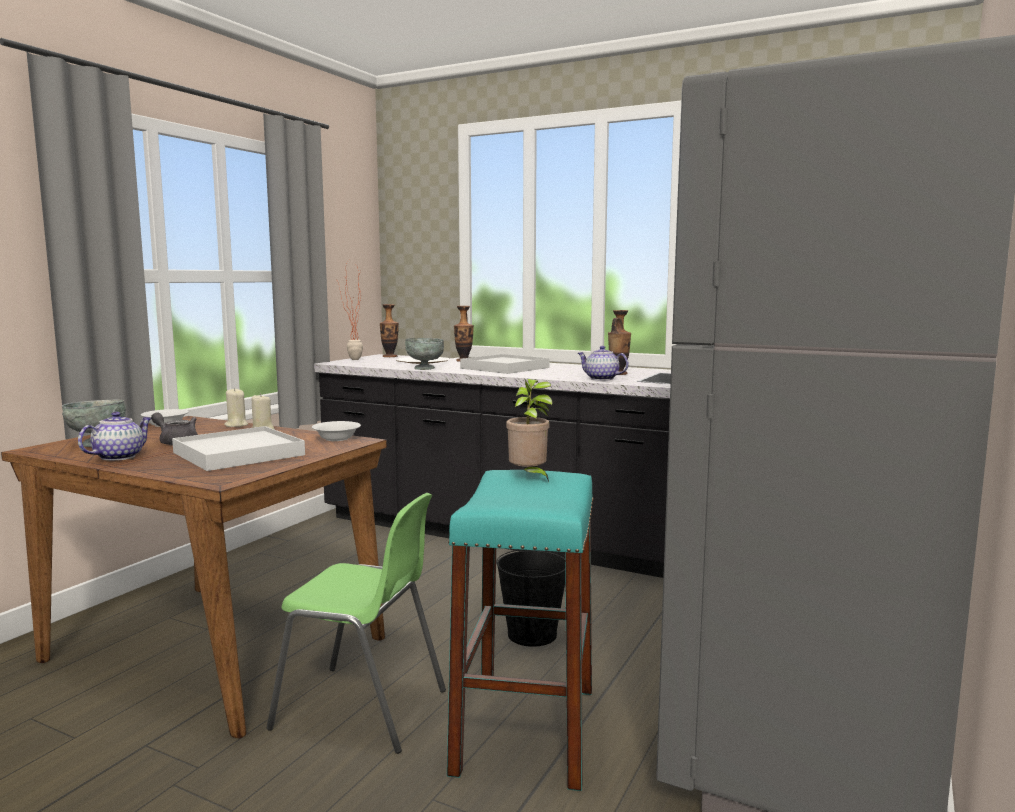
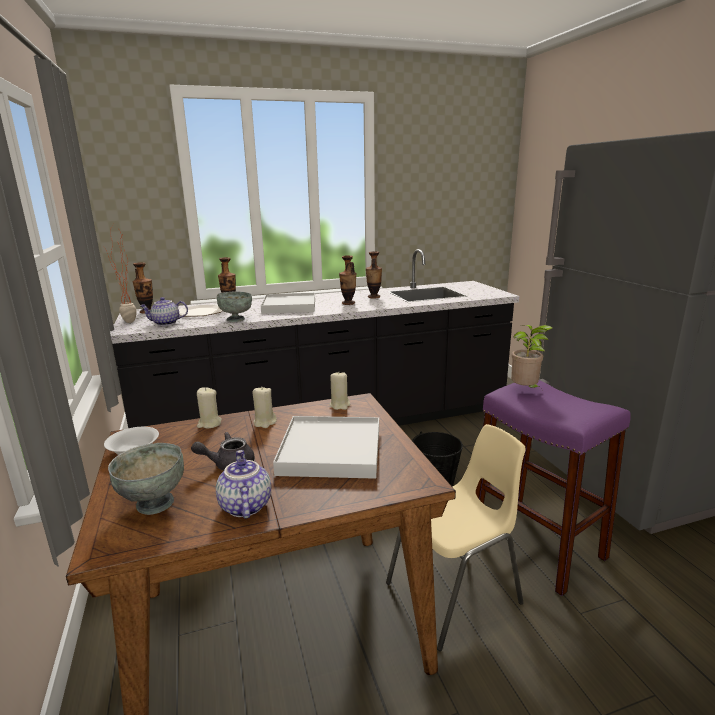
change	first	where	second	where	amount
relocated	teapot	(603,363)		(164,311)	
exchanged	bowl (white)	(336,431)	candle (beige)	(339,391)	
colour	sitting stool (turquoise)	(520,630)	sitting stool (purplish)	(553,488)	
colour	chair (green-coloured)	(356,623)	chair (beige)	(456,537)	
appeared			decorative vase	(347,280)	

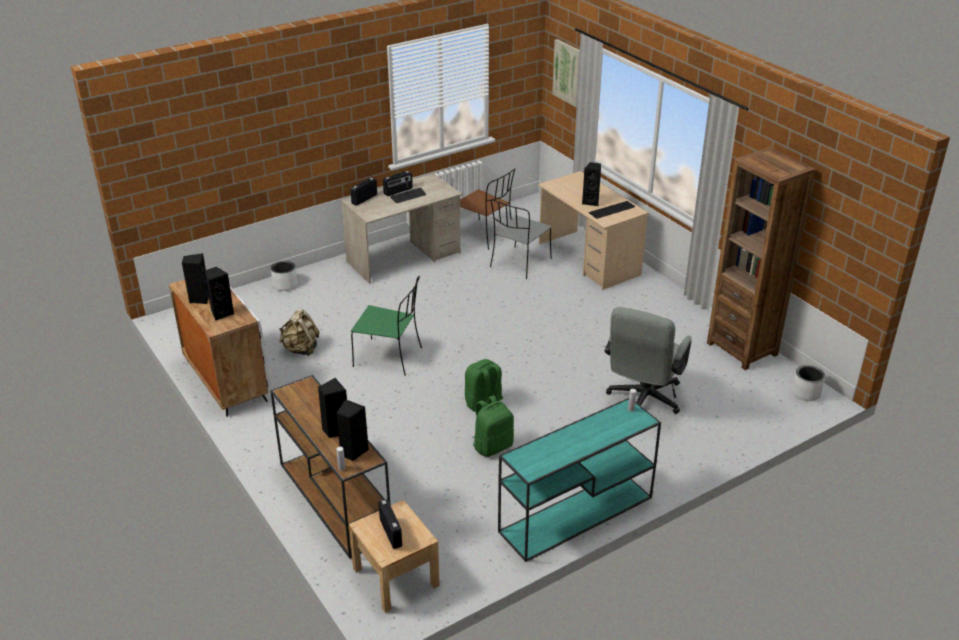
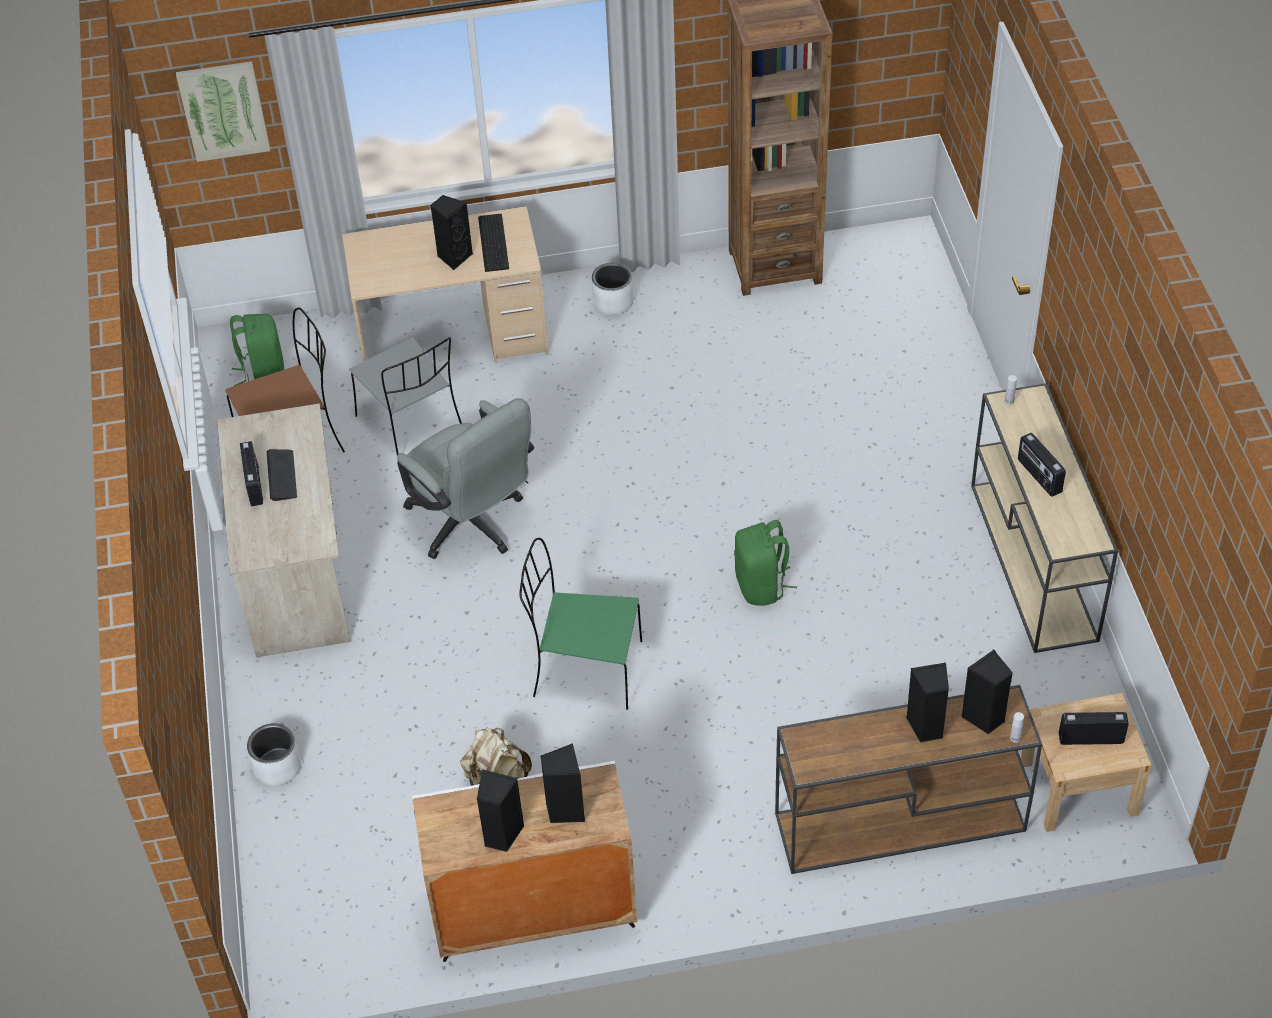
change	first	where	second	where	amount
relocated	radio set	(363,191)		(1042,465)	
spun	chair (green-coloured)	(386,326)		(580,624)	120 degrees counterclockwise
relocated	office chair (greyish)	(648,360)		(465,478)	
relocated	plant pot (white)	(808,383)		(613,289)	
relocated	knapsack (green-coloured)	(493,426)		(257,350)	
colour	hall table (turquoise)	(579,480)	hall table (beige)	(1044,518)	

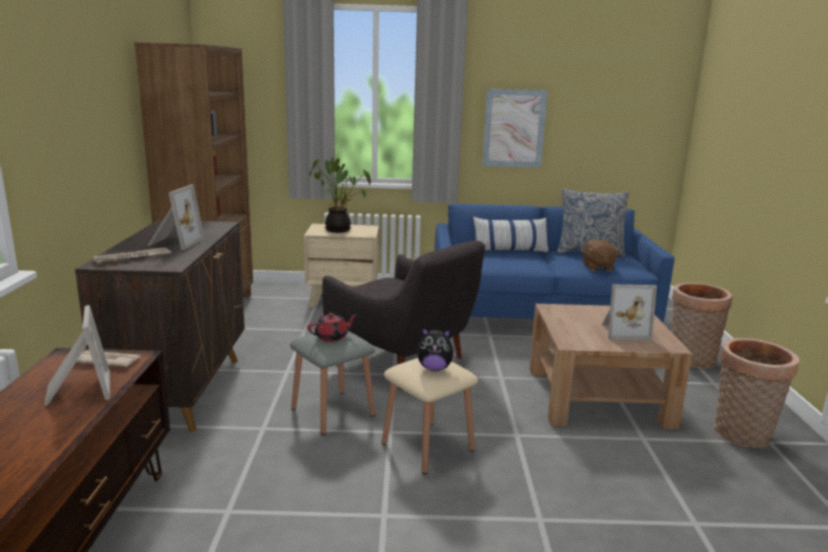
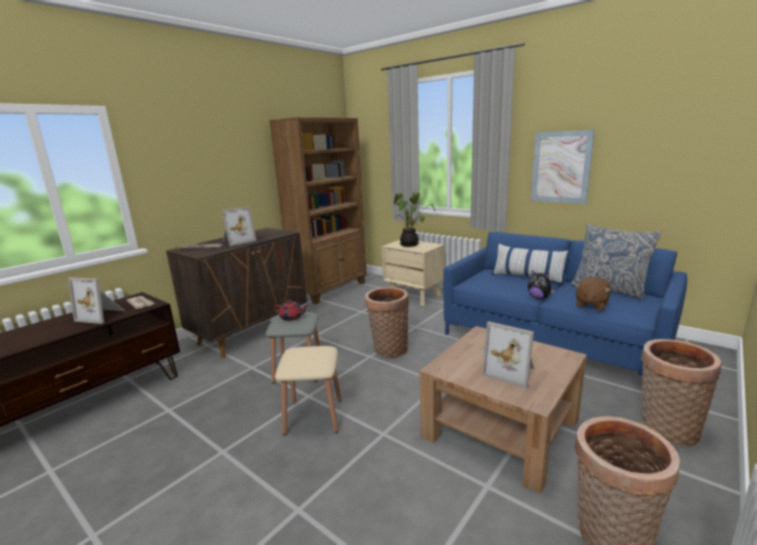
change	first	where	second	where	amount
exchanged	lounge chair (greyish)	(403,315)	basket	(387,322)	
spun	picture frame	(77,355)		(97,300)	90 degrees clockwise
relocated	cuddly toy	(437,349)		(541,284)	

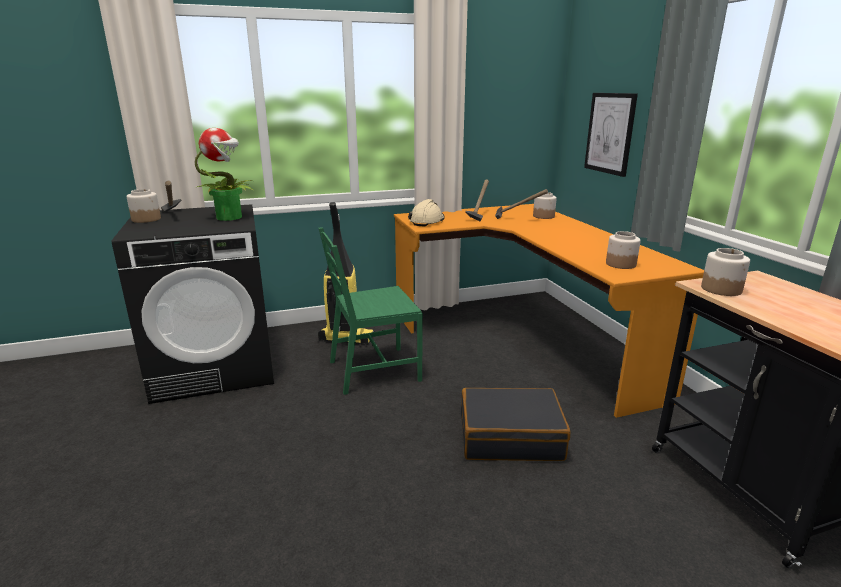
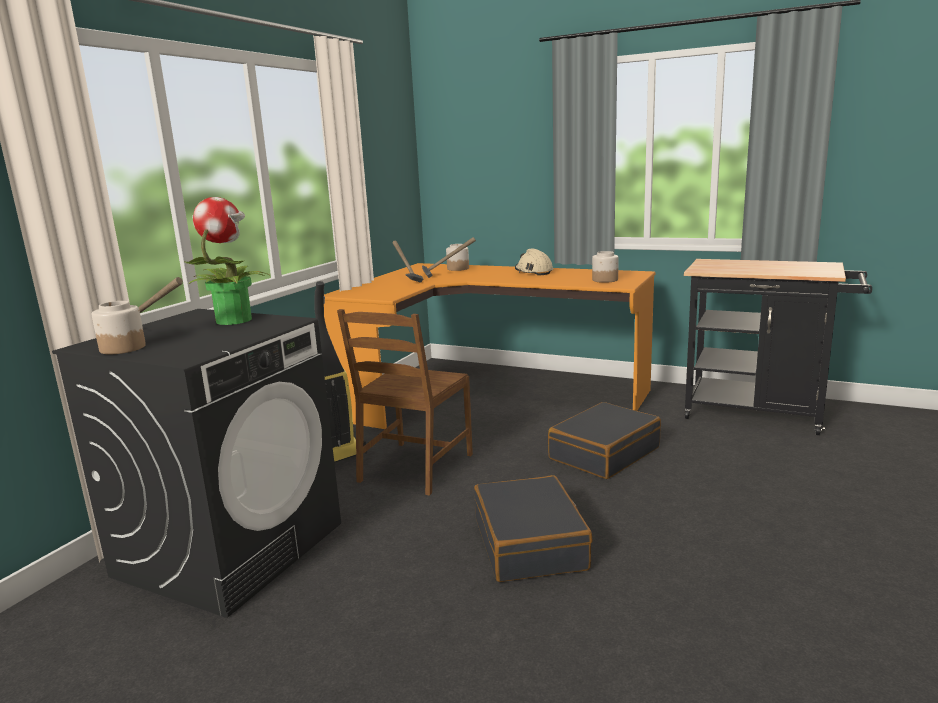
change	first	where	second	where	amount
missing	wall picture	(611,135)			
relocated	work helmet (beige)	(426,212)		(534,262)	
colour	chair (green-coloured)	(371,311)	chair (brown-coloured)	(405,402)	
missing	jar	(725,272)			
appeared			suitcase (blackish)	(533,528)	

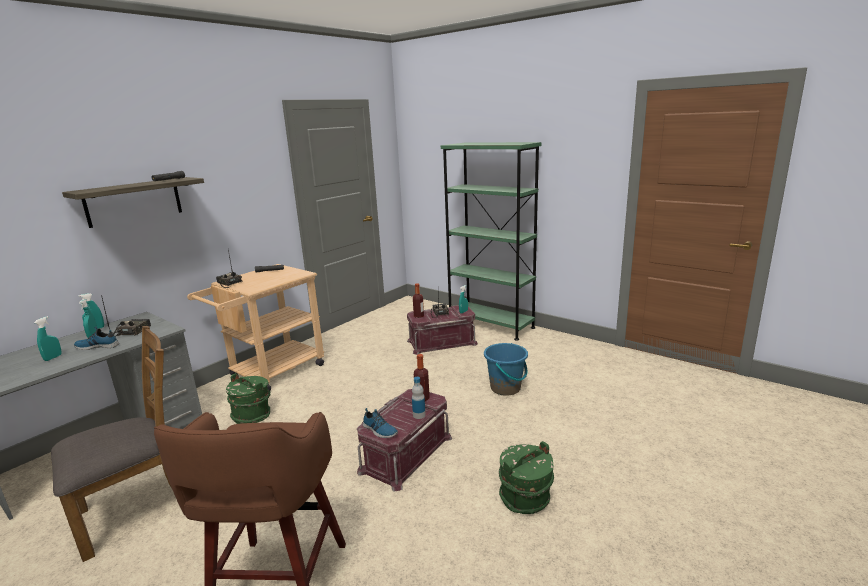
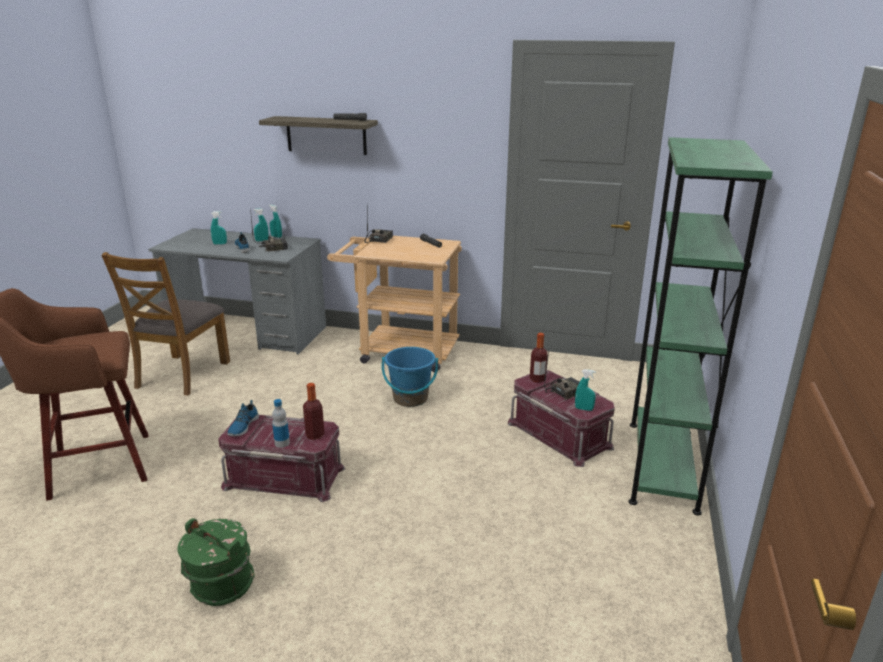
change	first	where	second	where	amount
spun	chair (brown-coloured)	(111,444)		(165,324)	75 degrees clockwise
relocated	bucket (blue)	(506,369)		(410,377)	
missing	bucket (green-coloured)	(248,398)			

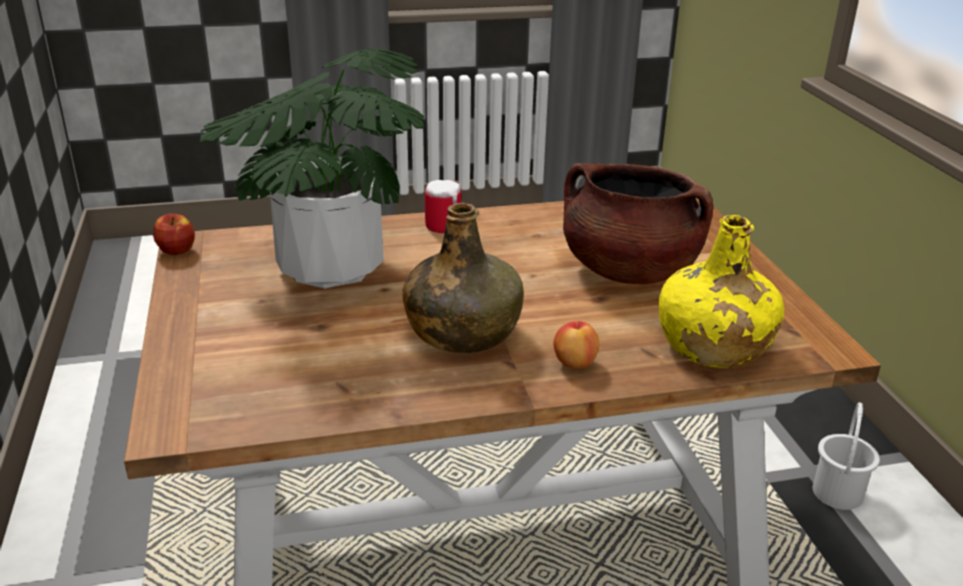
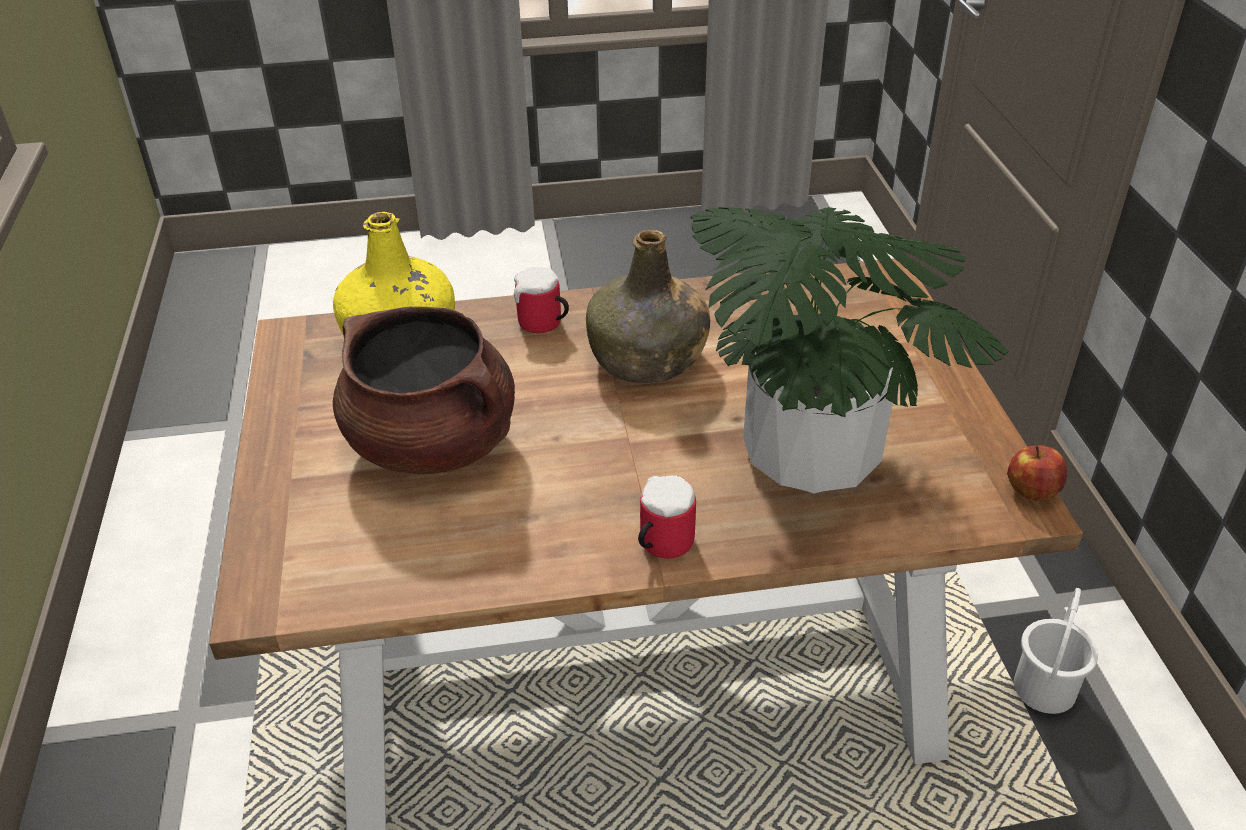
change	first	where	second	where	amount
exchanged	apple fruit	(576,345)	tea mug	(541,300)	
relocated	bucket (white)	(846,456)		(1055,651)	

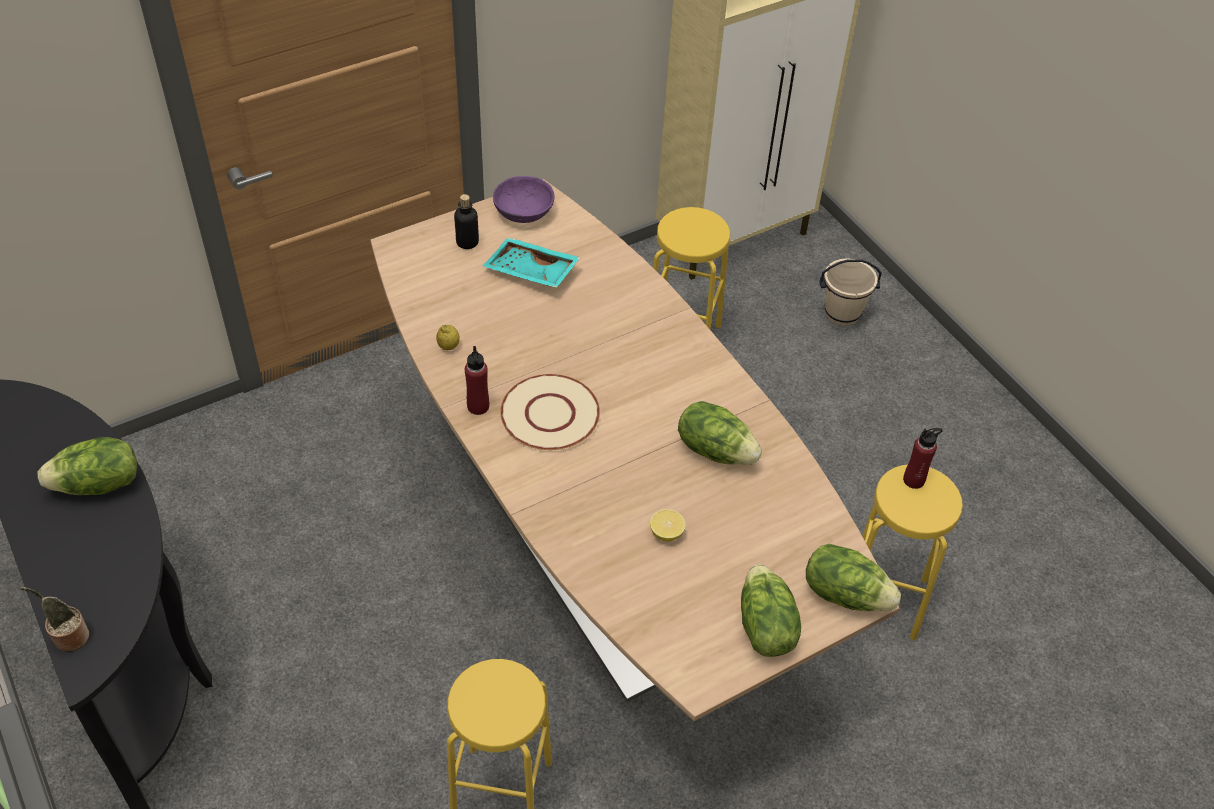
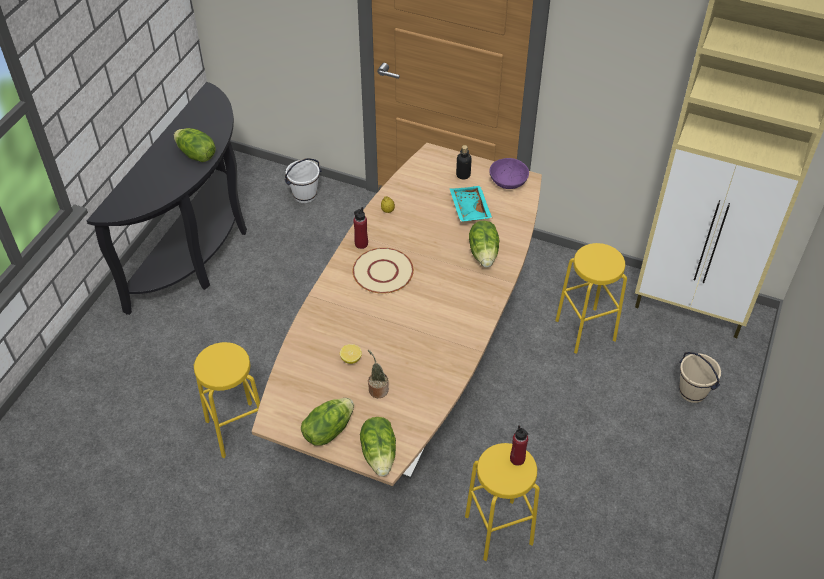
change	first	where	second	where	amount
relocated	lettuce head	(720,433)		(484,244)	
relocated	plant in a pot	(54,619)		(378,374)	
appeared			bucket (white)	(302,180)	

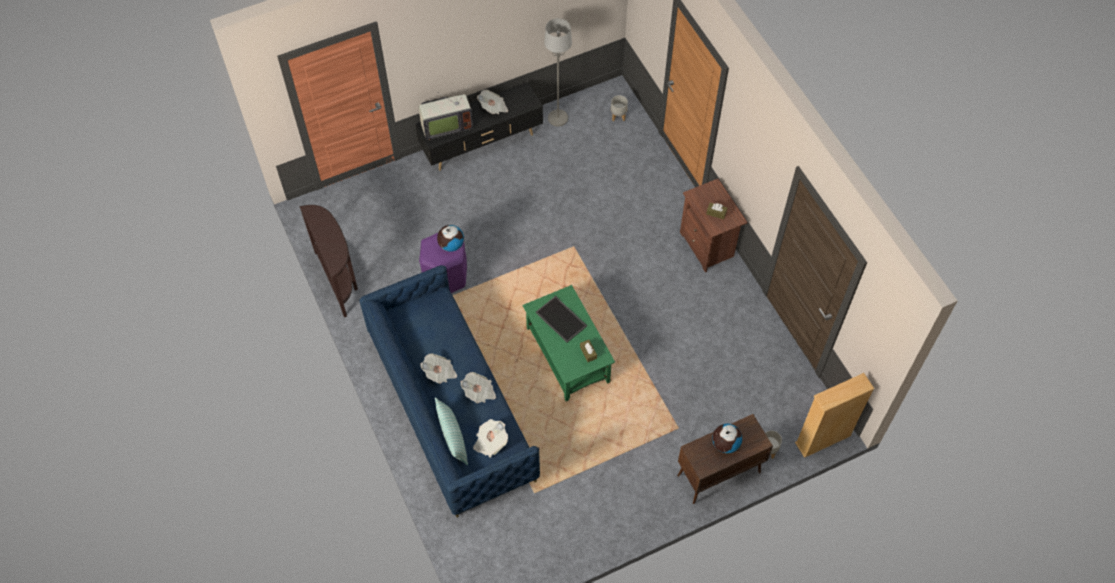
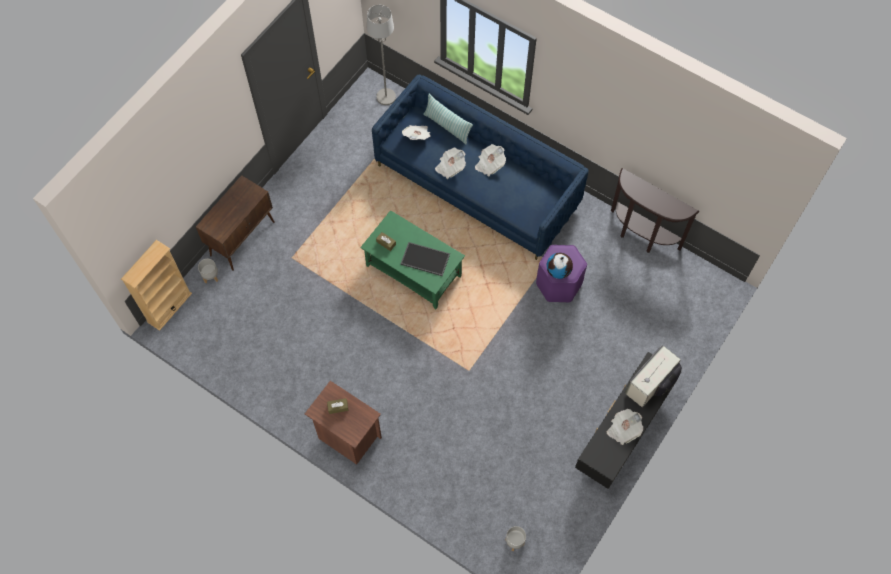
change	first	where	second	where	amount
relocated	standing lamp (greyish)	(558,72)		(381,55)	
missing	world globe	(727,438)			

